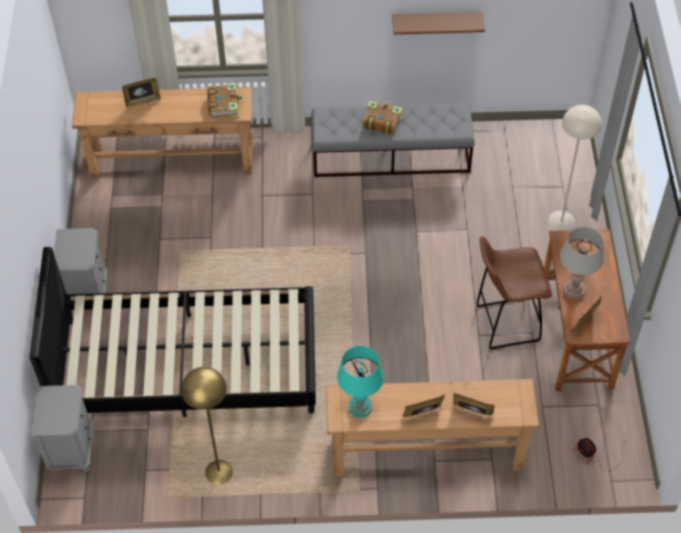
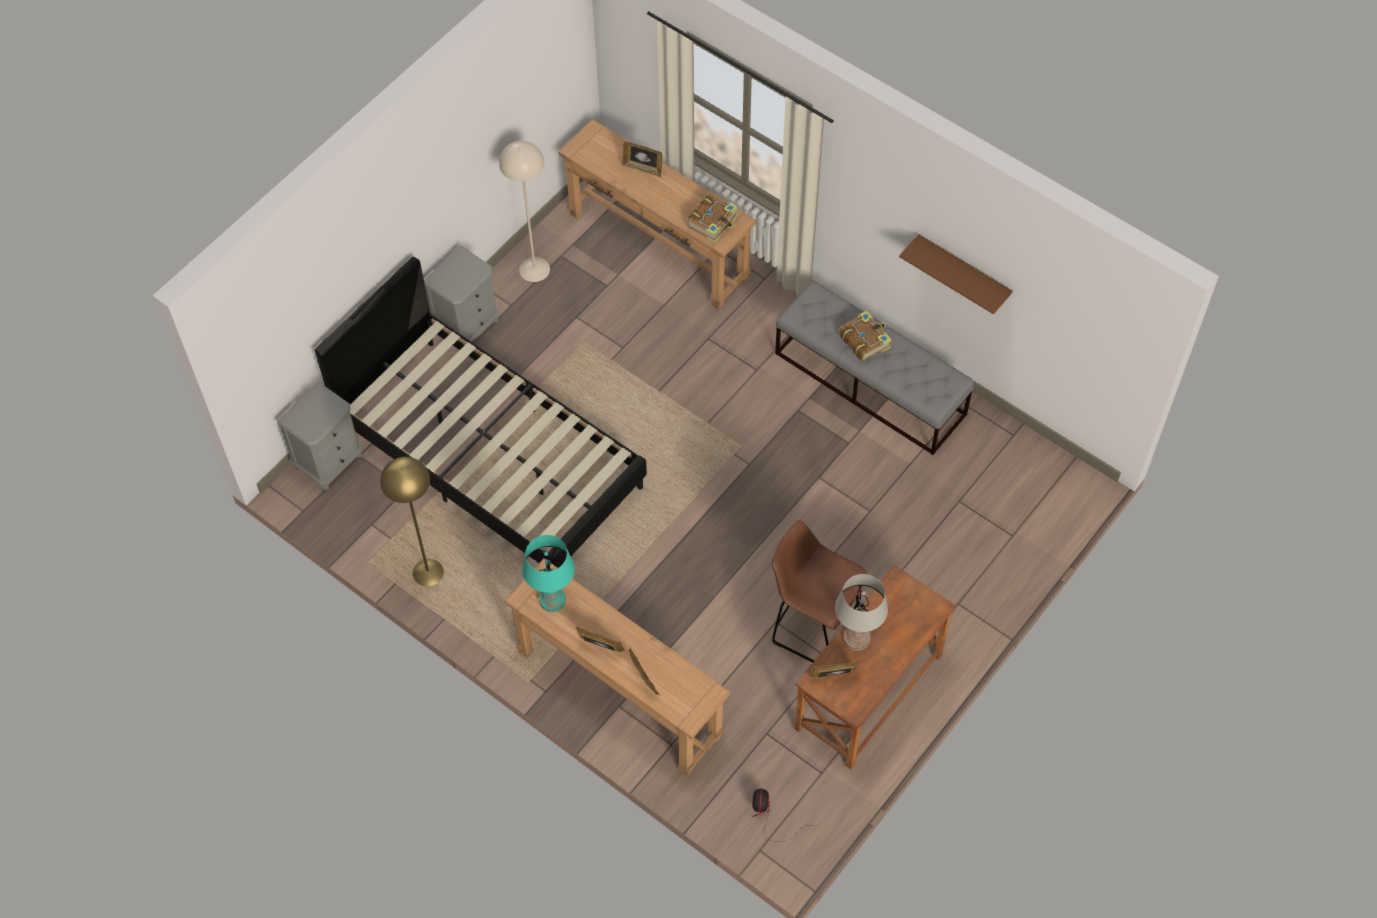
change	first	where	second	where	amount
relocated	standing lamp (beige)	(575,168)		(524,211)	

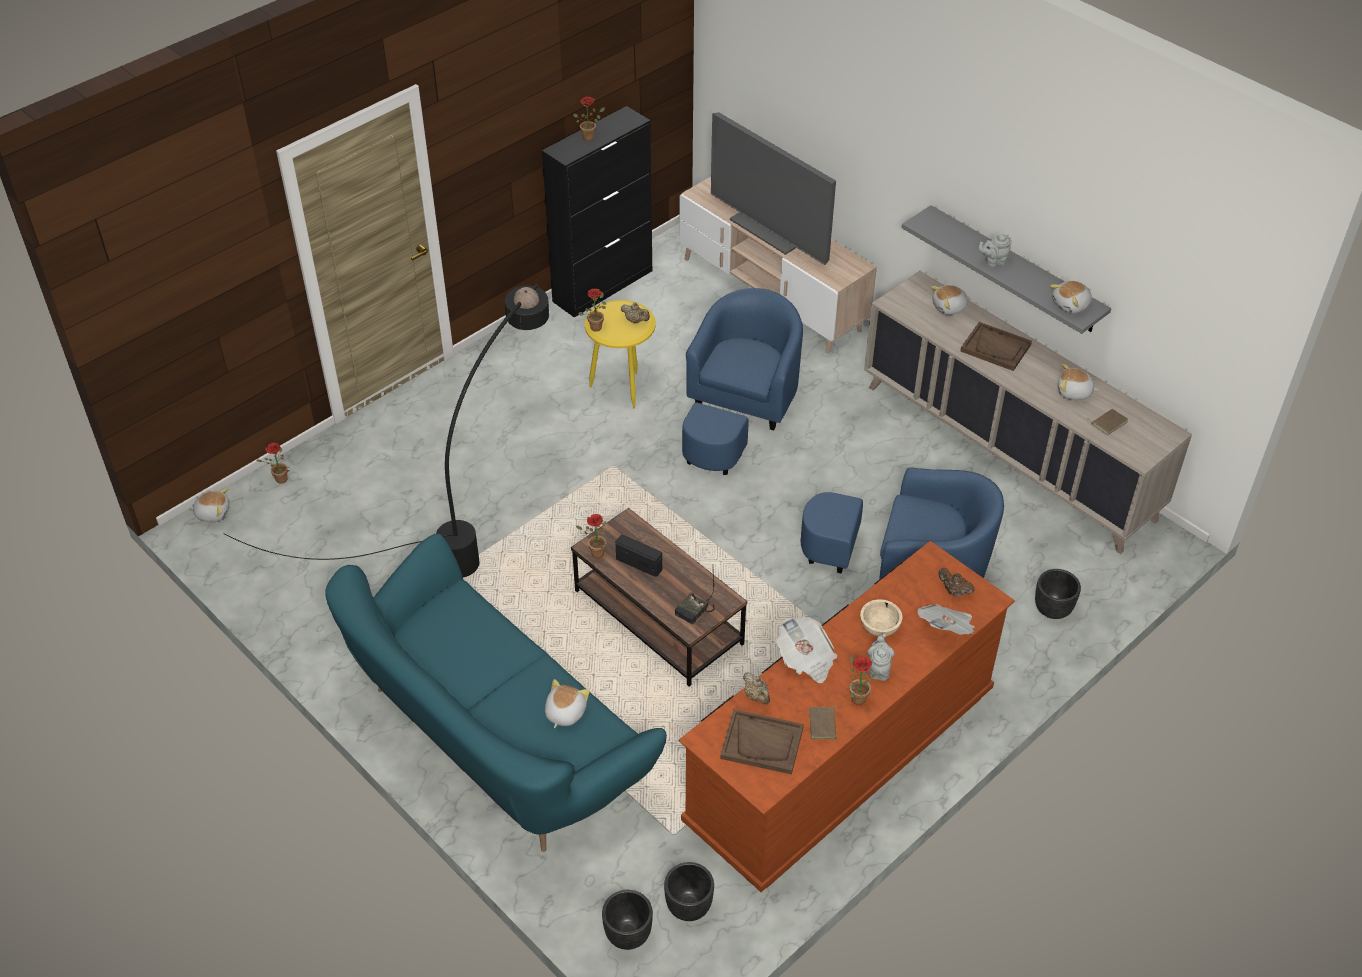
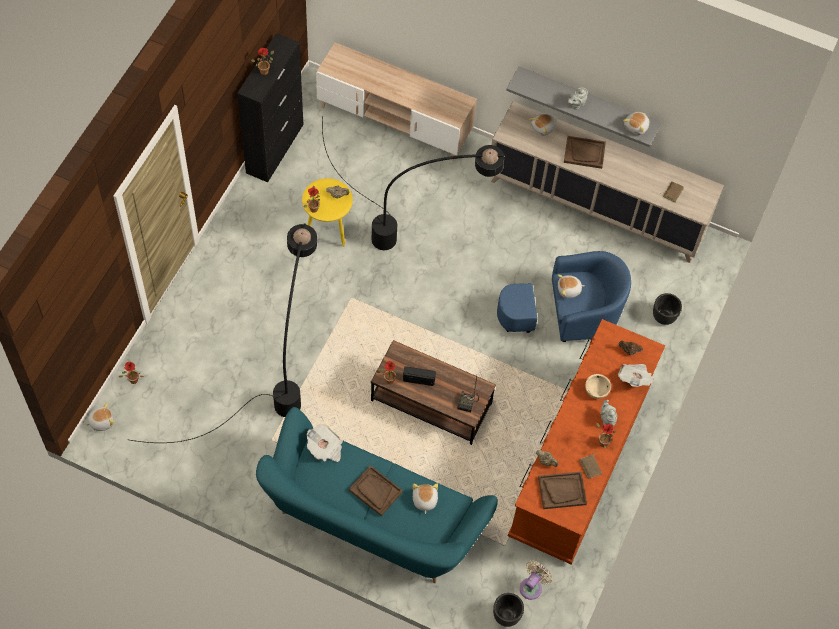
change	first	where	second	where	amount
missing	TV set	(773,188)			
exchanged	lounge chair (blue)	(742,381)	standing lamp (blackish)	(413,183)	
relocated	cuddly toy	(1078,381)		(571,286)	
relocated	daily paper	(807,650)		(325,443)	
exchanged	plant pot (blackish)	(689,891)	fan (beige)	(536,580)	
appeared			serving tray (brown-coloured)	(376,490)	

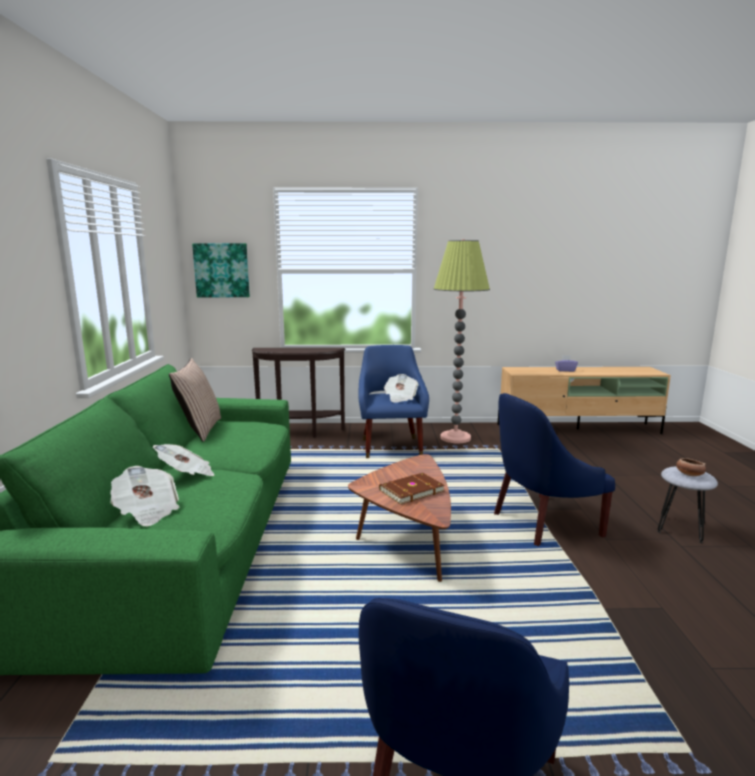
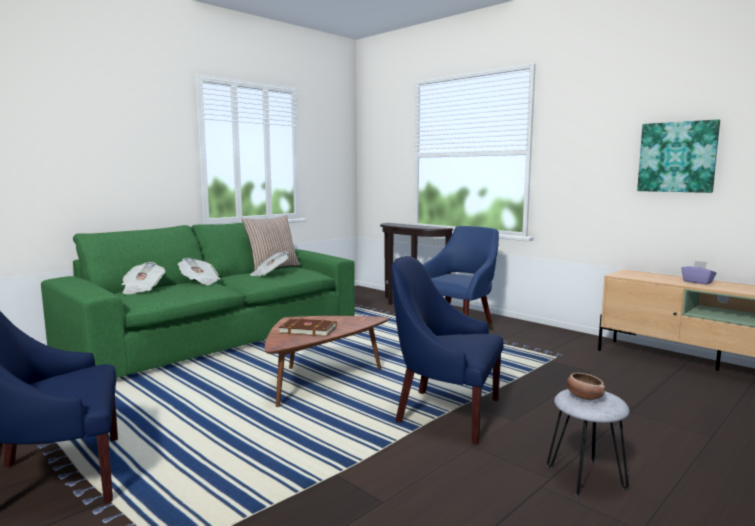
change	first	where	second	where	amount
missing	standing lamp	(462,341)			
relocated	wall picture	(221,270)		(678,156)	
relocated	daily paper	(401,388)		(269,263)	

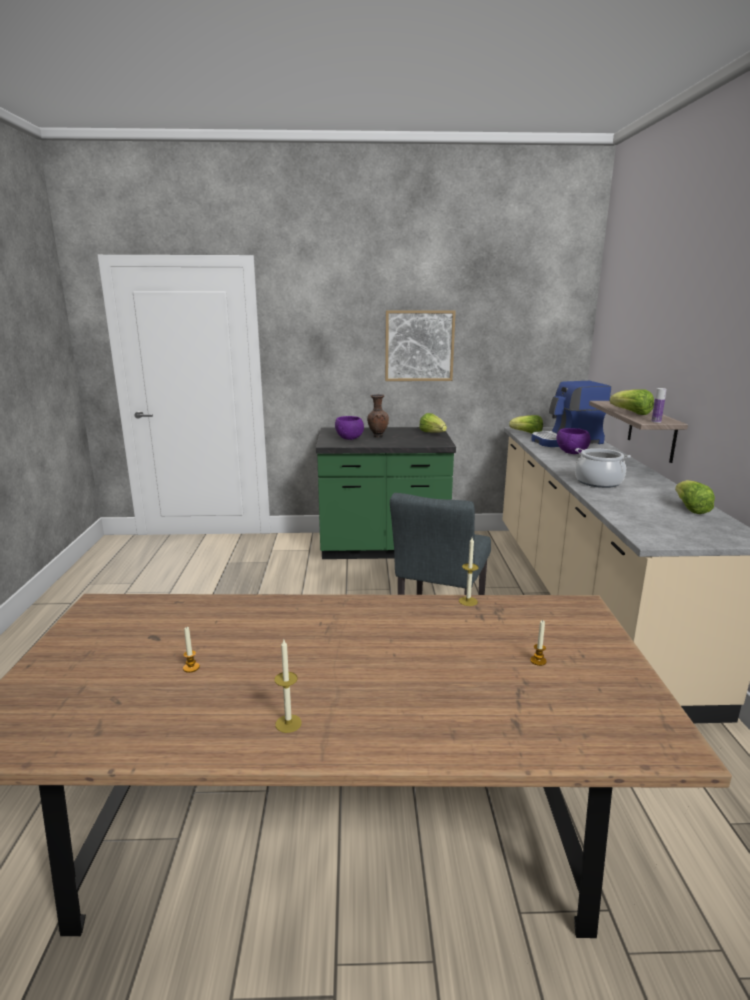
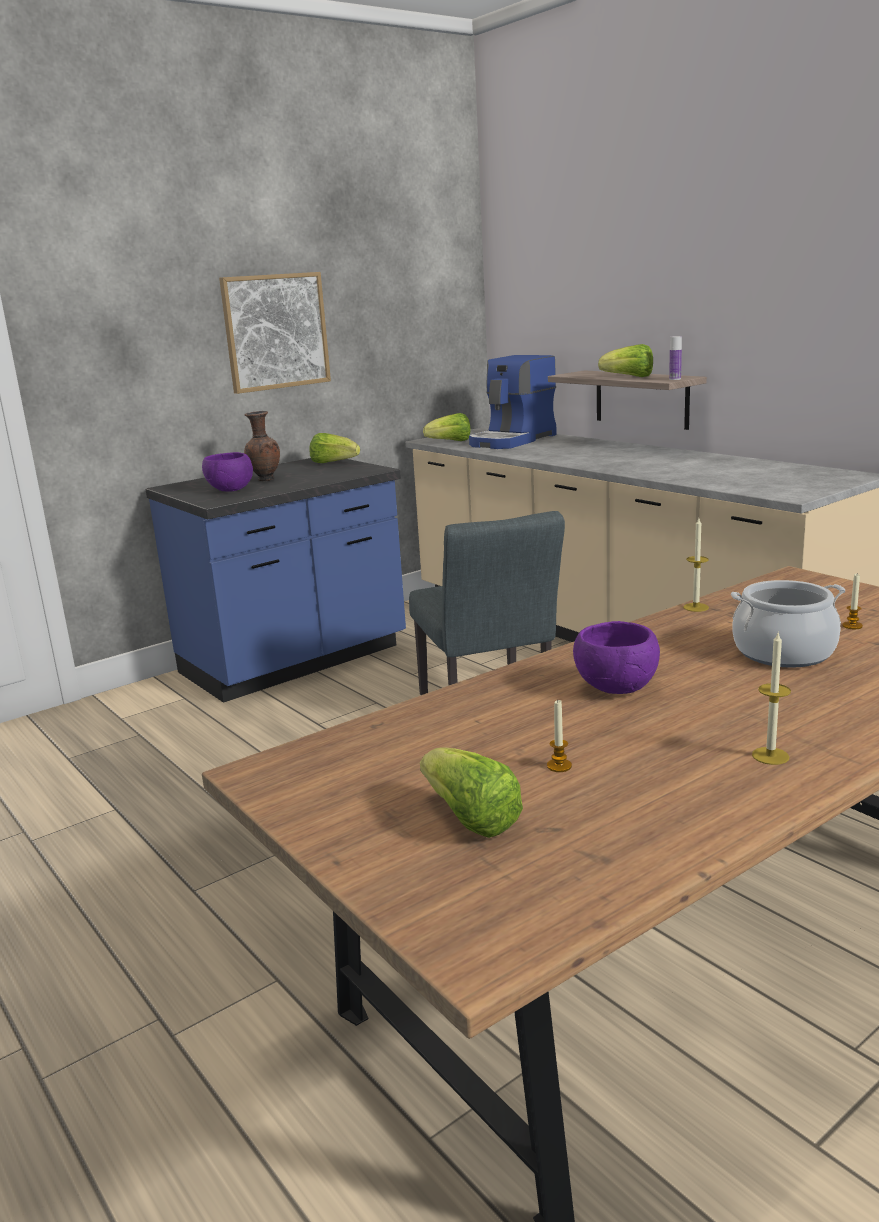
change	first	where	second	where	amount
colour	counter (green-coloured)	(386,493)	counter (blue)	(276,580)	
relocated	bowl (purplish)	(574,441)		(616,657)	
relocated	stockpot	(603,468)		(788,624)	
relocated	lettuce head	(695,497)		(471,793)	

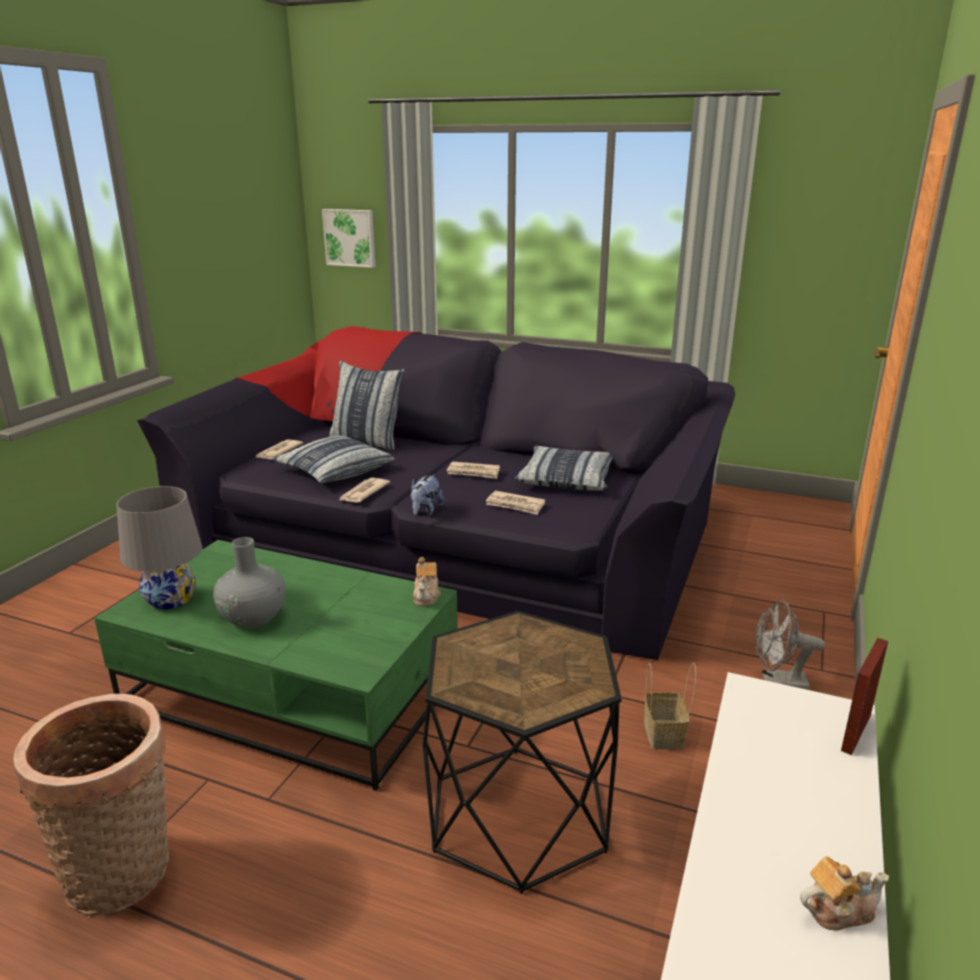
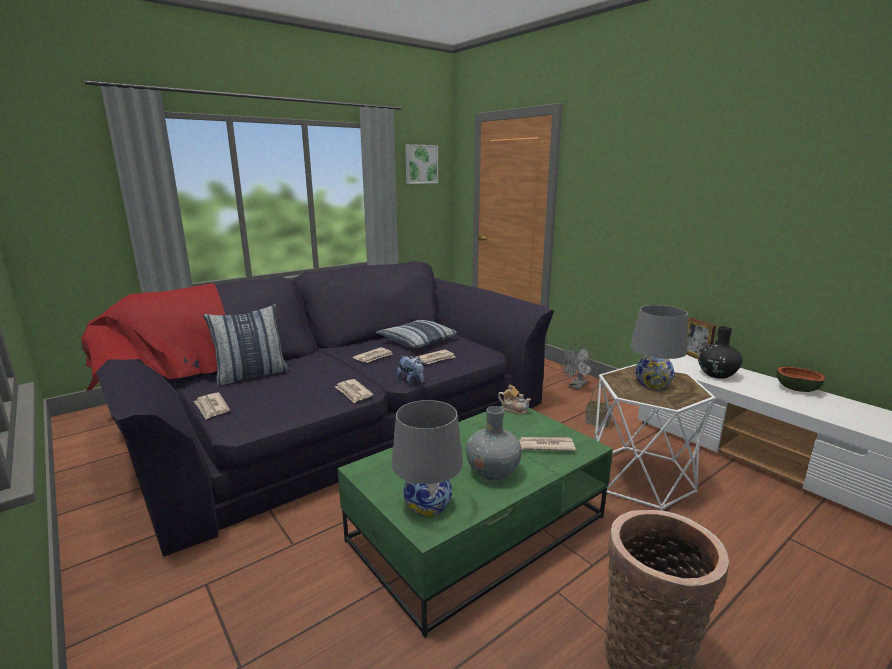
change	first	where	second	where	amount
relocated	wall picture	(349,238)		(421,164)	
missing	cushion	(333,460)			
colour	accent table (blackish)	(522,752)	accent table (white)	(655,437)	
exchanged	teapot	(844,893)	bowl	(801,379)	
appeared			lamp for a table (greyish)	(659,347)	
appeared			decorative vase (blackish)	(720,352)	
appeared			daily paper	(547,444)	

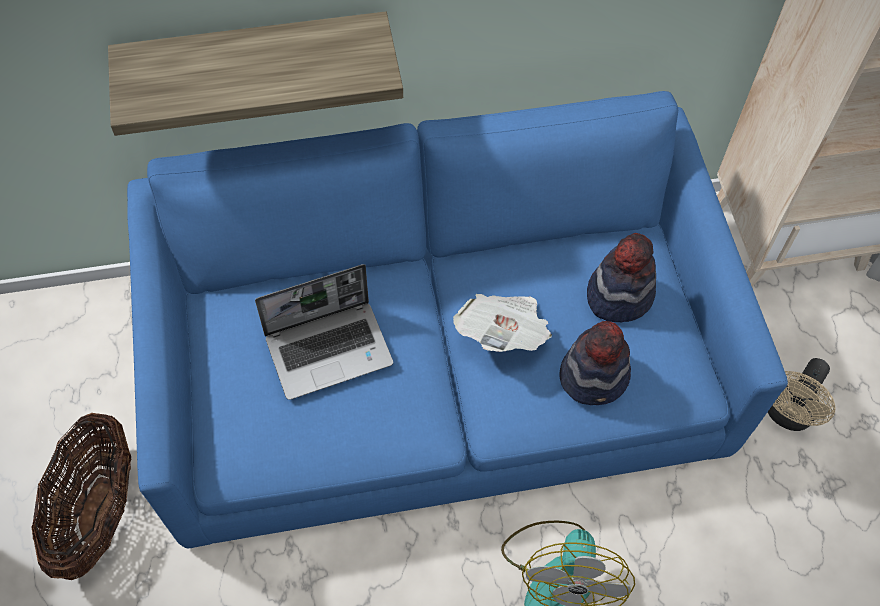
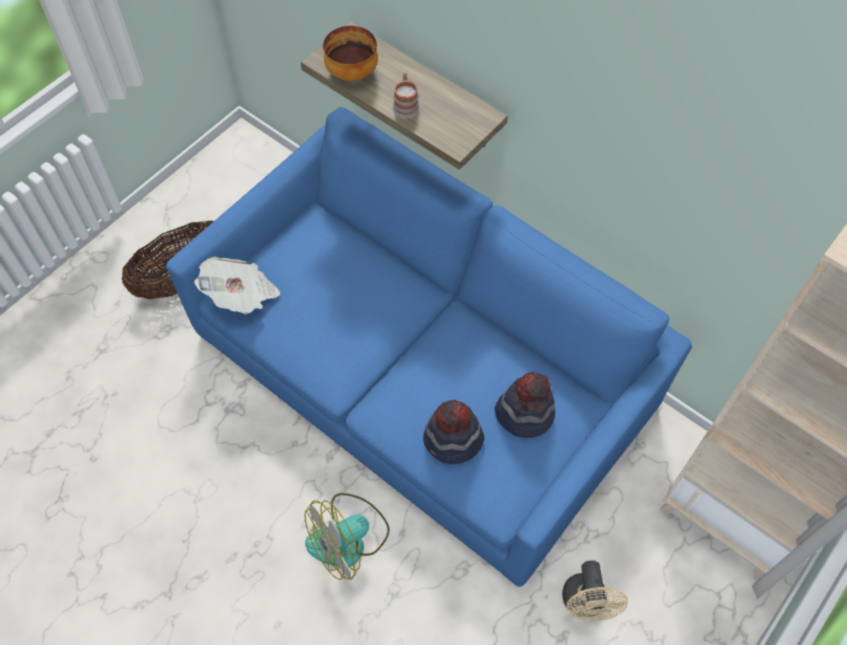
change	first	where	second	where	amount
missing	laptop	(324,332)			
relocated	daily paper	(502,323)		(237,285)	
spun	fan (beige)	(802,394)		(595,590)	90 degrees counterclockwise
appeared			bowl	(350,53)	
appeared			tea mug	(406,95)	

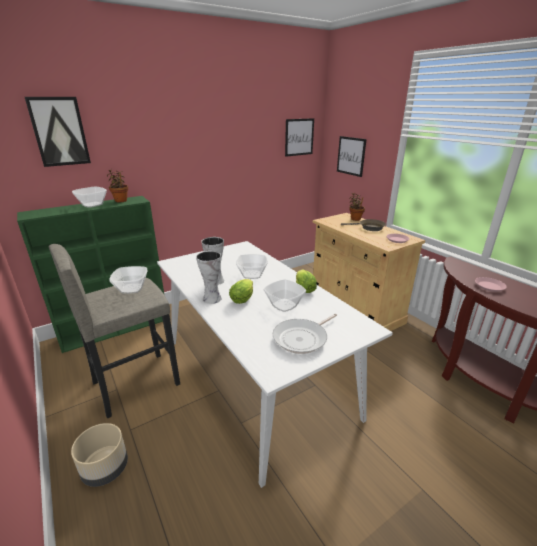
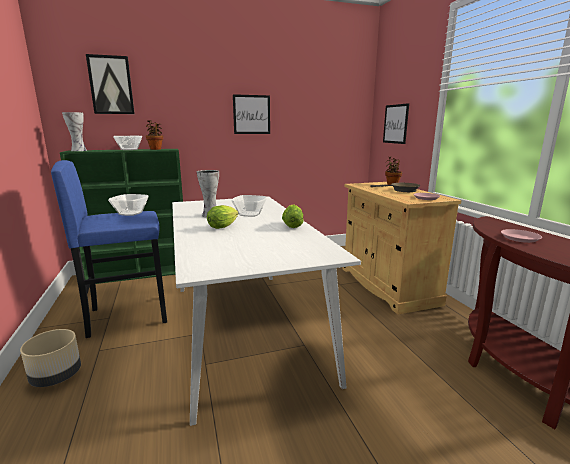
change	first	where	second	where	amount
relocated	wall picture	(299,137)		(251,114)	
colour	sitting stool (greyish)	(114,331)	sitting stool (blue)	(109,249)	
relocated	decorative vase	(209,277)		(74,131)	
missing	bowl	(285,295)			
missing	frying pan	(305,334)			

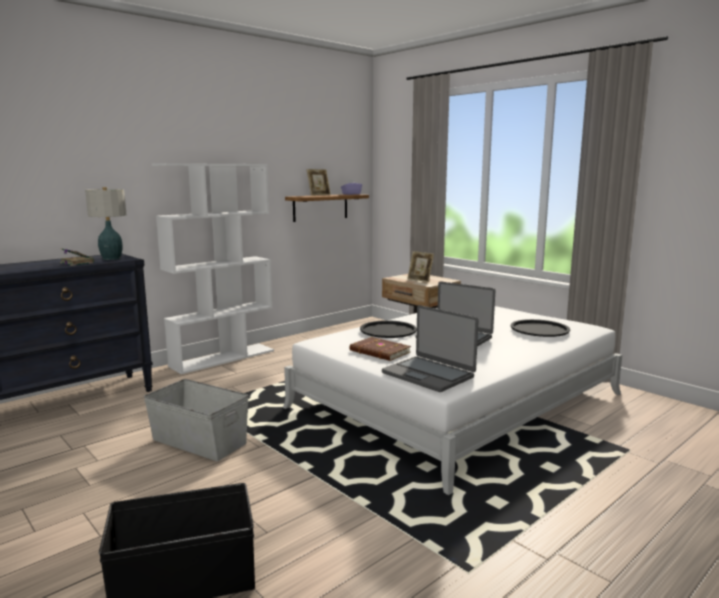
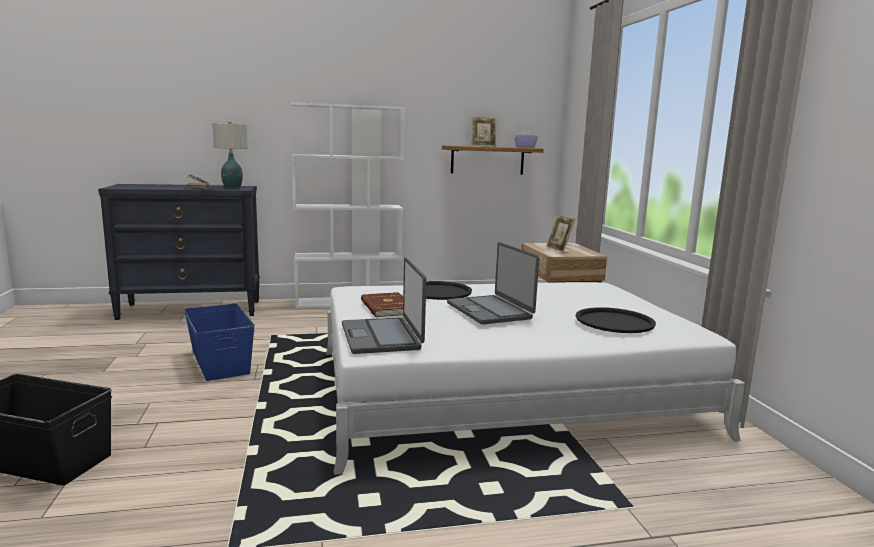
change	first	where	second	where	amount
colour	storage container (greyish)	(196,420)	storage container (blue)	(219,342)	

